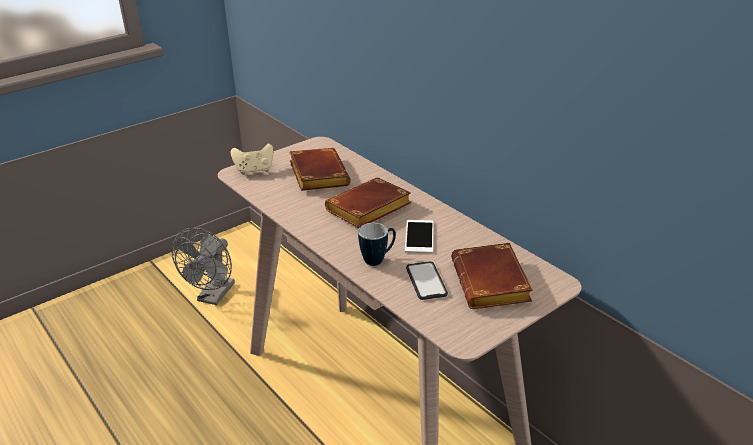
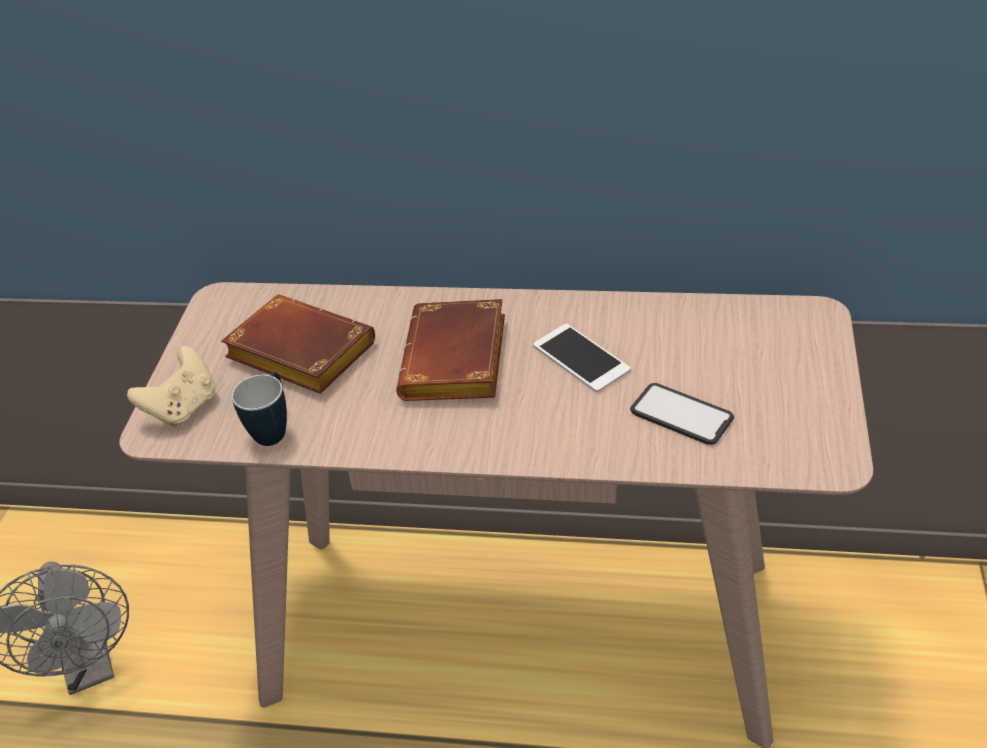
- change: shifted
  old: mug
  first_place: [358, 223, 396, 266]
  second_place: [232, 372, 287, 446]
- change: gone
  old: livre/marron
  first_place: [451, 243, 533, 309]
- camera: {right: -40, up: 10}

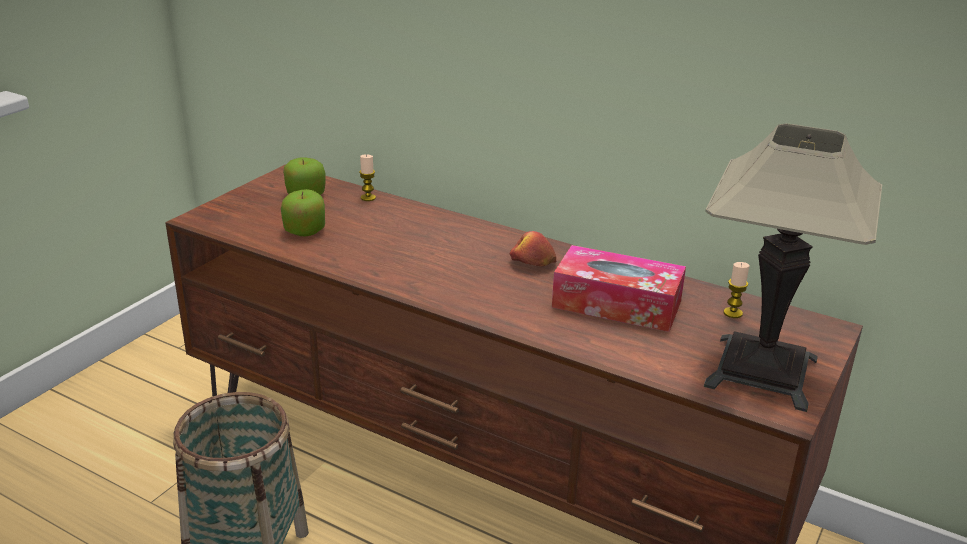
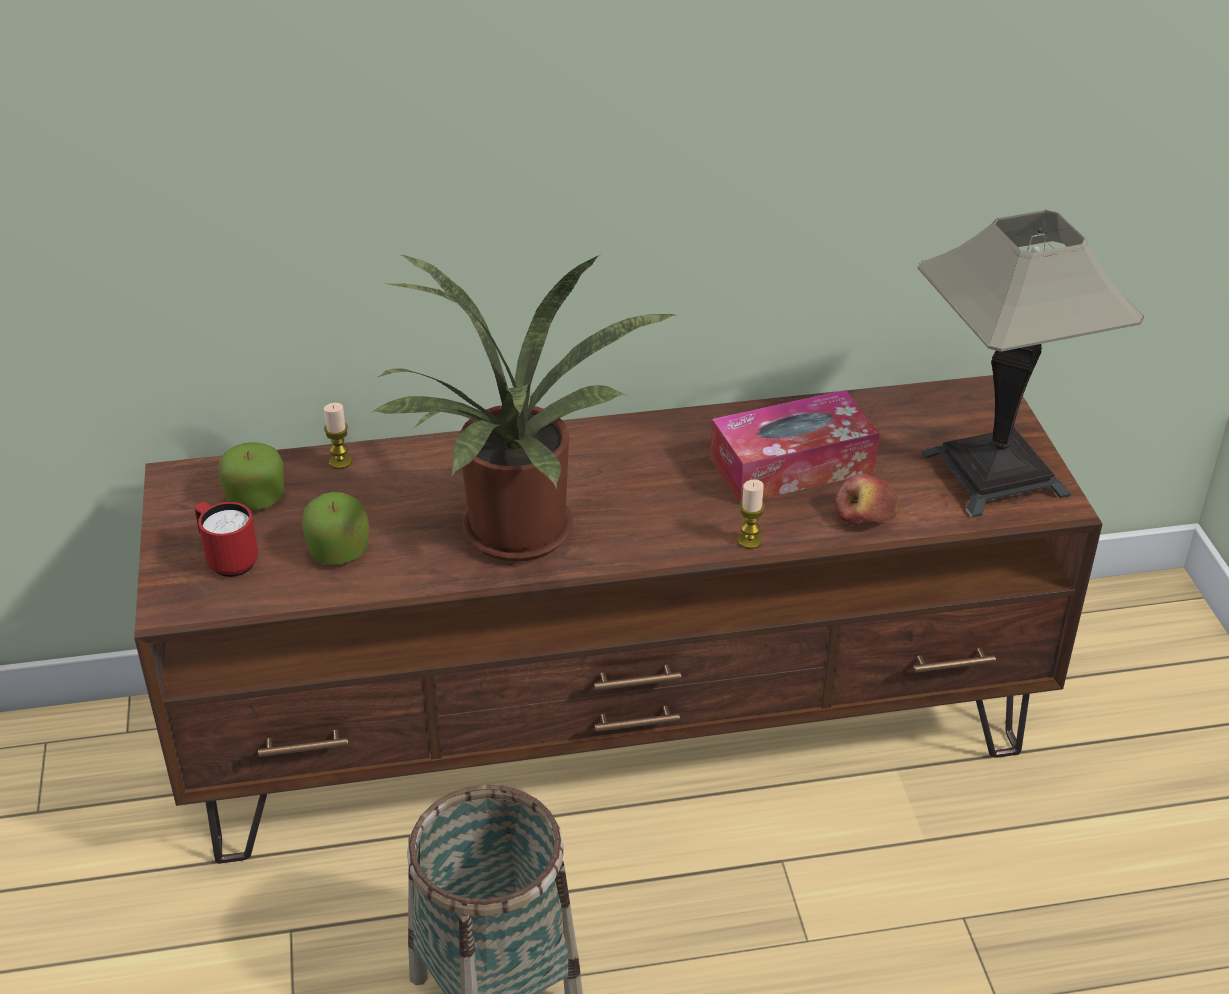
- change: shifted
  old: pomme
  first_place: [510, 231, 556, 266]
  second_place: [835, 474, 899, 525]
- change: shifted
  old: bougie
  first_place: [723, 262, 750, 318]
  second_place: [738, 479, 765, 549]
- change: new
  new: plante en pot
  second_place: [373, 255, 675, 562]
- change: new
  new: mug/rouge
  second_place: [194, 502, 258, 577]
- camera: {right: -40, up: 10}

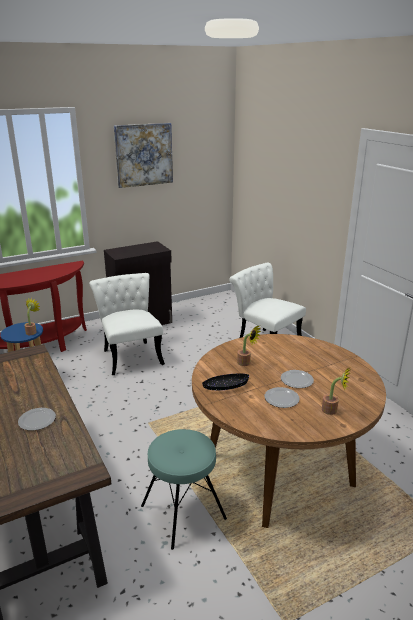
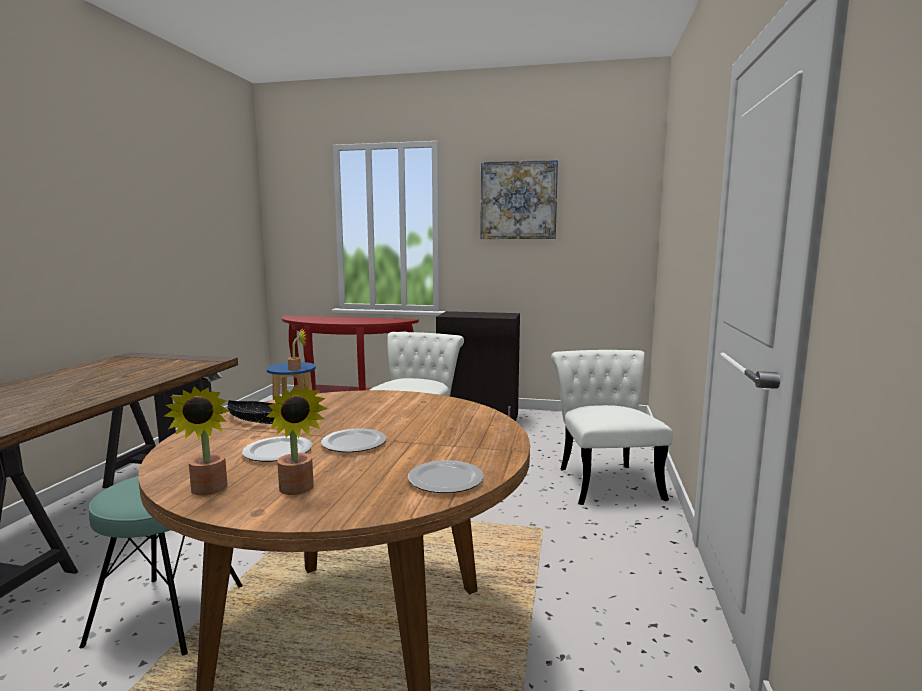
- change: shifted
  old: plante en pot
  first_place: [237, 326, 261, 366]
  second_place: [163, 386, 229, 496]
- change: shifted
  old: assiette
  first_place: [18, 408, 56, 431]
  second_place: [408, 460, 484, 493]
- camera: {right: 40, up: -15}

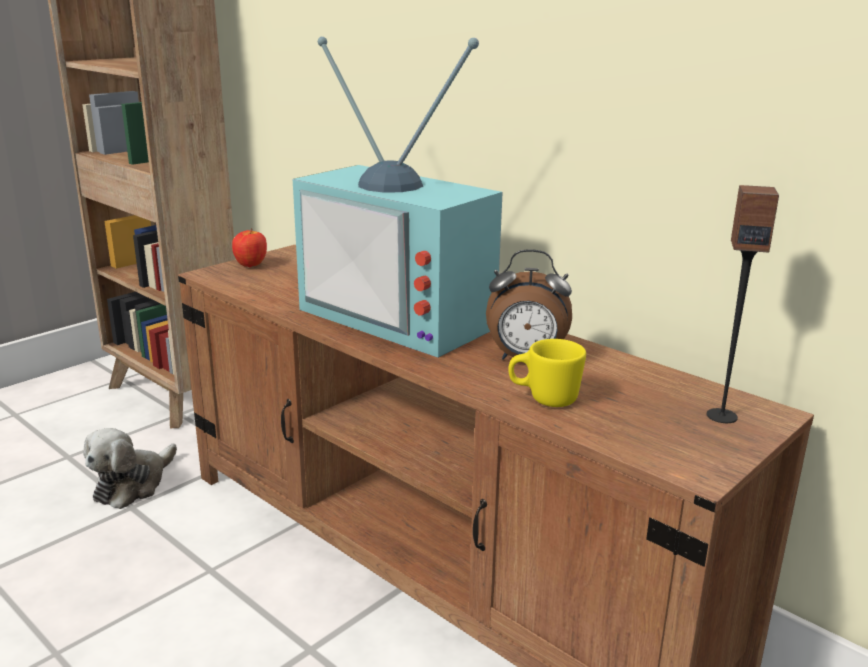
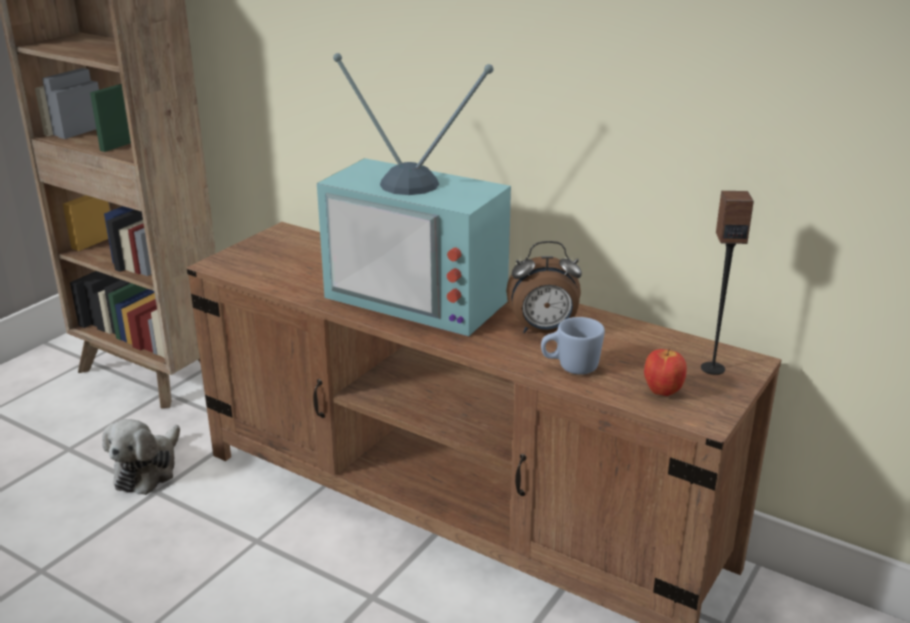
- change: shifted
  old: pomme
  first_place: [232, 229, 267, 267]
  second_place: [644, 349, 687, 396]
- change: repainted
  old: mug/jaune
  new: mug/bleu
  first_place: [508, 339, 586, 407]
  second_place: [541, 317, 605, 375]
- camera: {right: -10, up: 5}

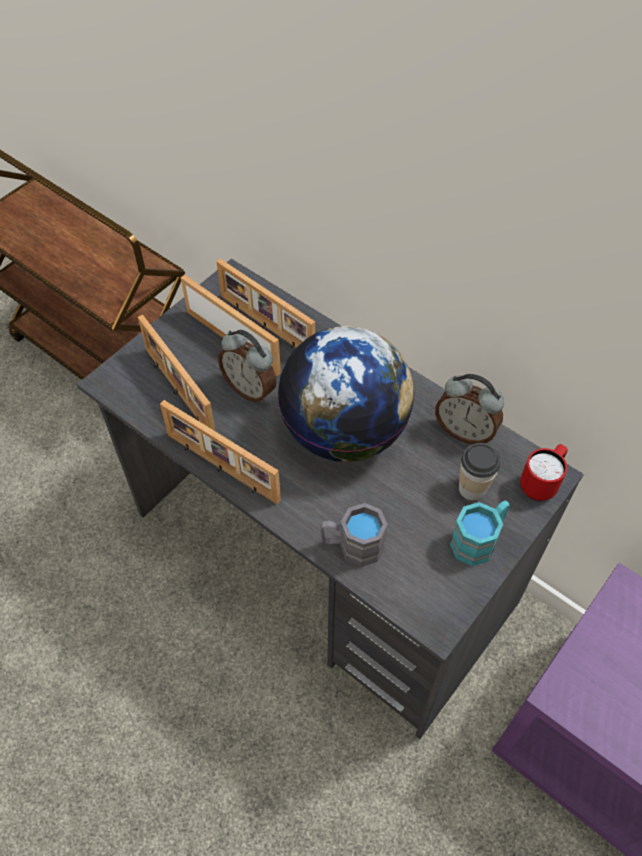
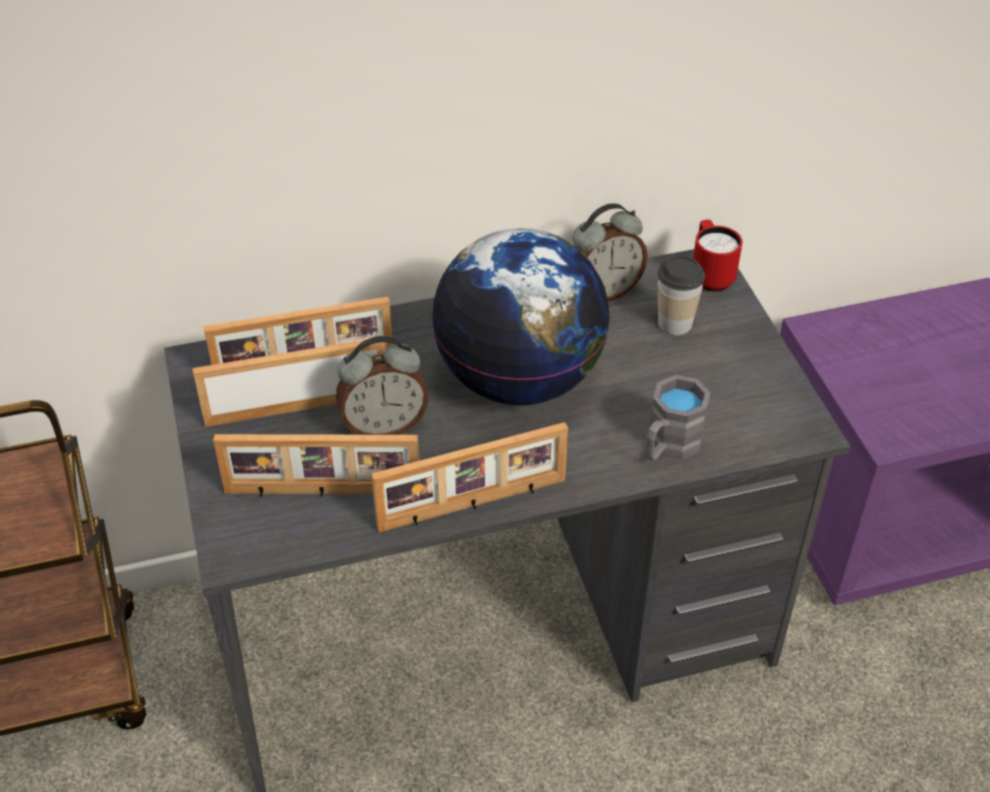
- change: gone
  old: mug/turquoise
  first_place: [450, 500, 510, 566]
- camera: {right: -55, up: -10}

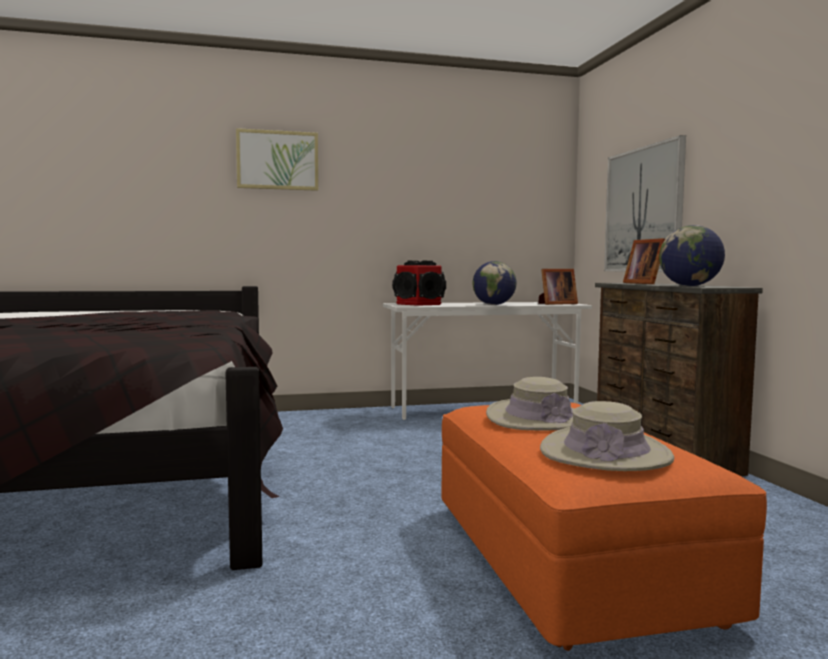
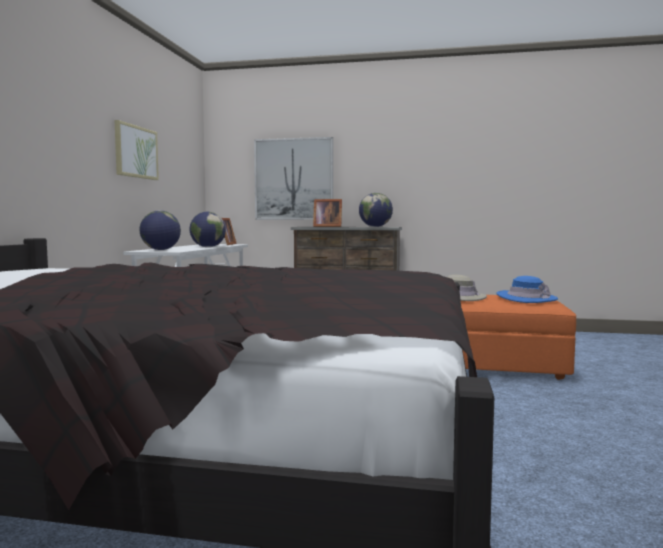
- change: shifted
  old: tableau
  first_place: [236, 128, 318, 191]
  second_place: [115, 120, 159, 180]
- change: swapped
  old: enceinte
  new: globe
  first_place: [392, 261, 446, 306]
  second_place: [139, 210, 181, 250]
- change: repainted
  old: chapeau/beige
  new: chapeau/bleu
  first_place: [540, 401, 674, 471]
  second_place: [497, 276, 558, 303]
- camera: {right: -65, up: 0}

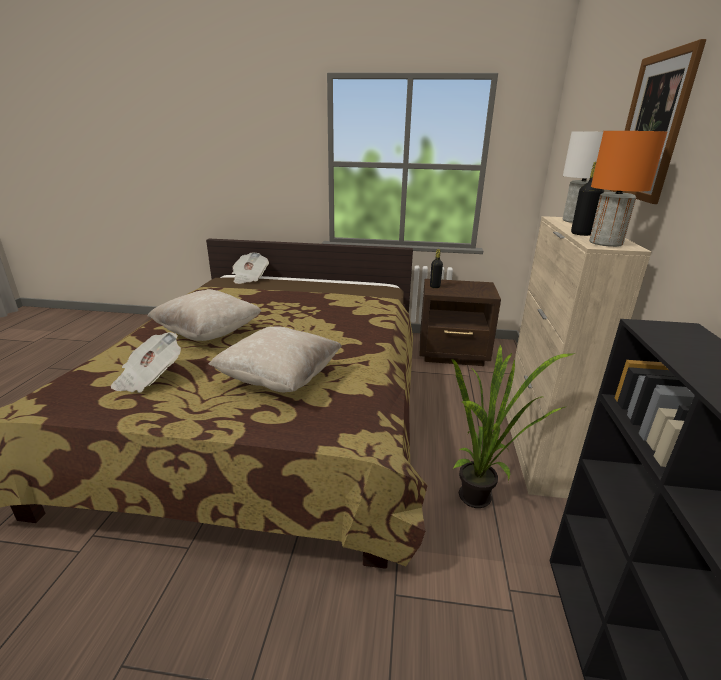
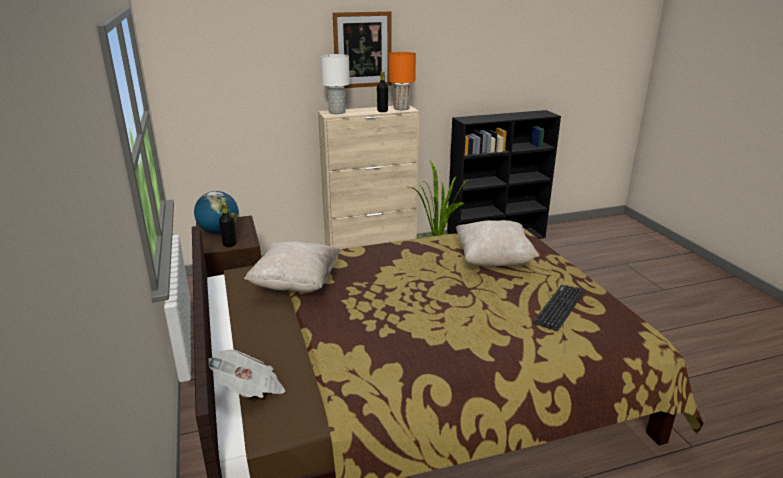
- change: shifted
  old: coussin/beige
  first_place: [148, 289, 261, 341]
  second_place: [244, 241, 341, 292]
- change: swapped
  old: journal
  new: clavier
  first_place: [111, 332, 181, 393]
  second_place: [533, 285, 584, 331]
- change: new
  new: globe
  second_place: [194, 191, 239, 234]
- camera: {right: -115, up: 0}

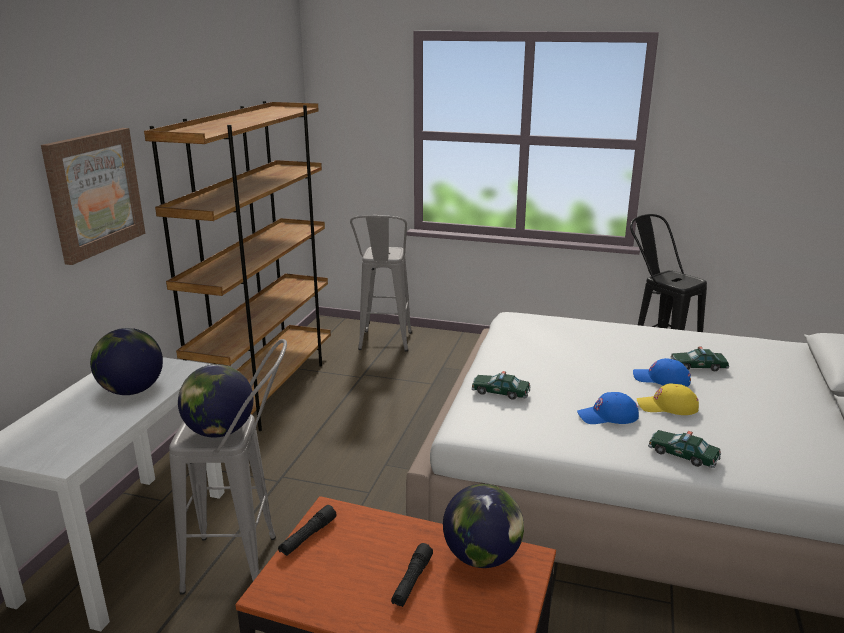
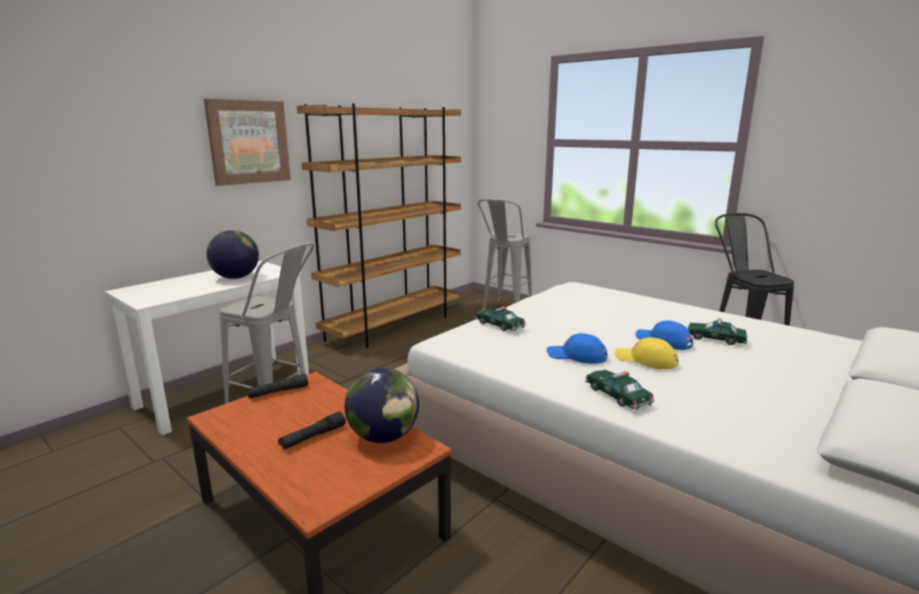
- change: gone
  old: globe
  first_place: [178, 364, 253, 438]
- camera: {right: 25, up: -5}

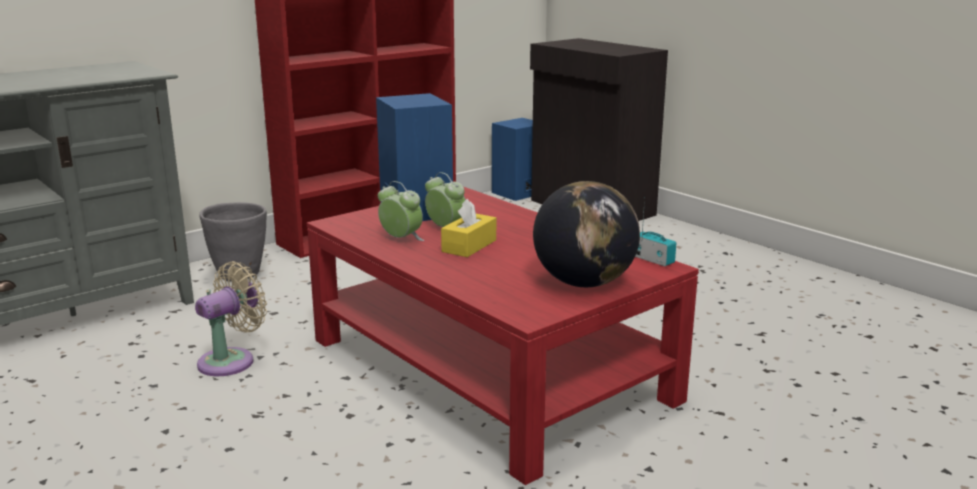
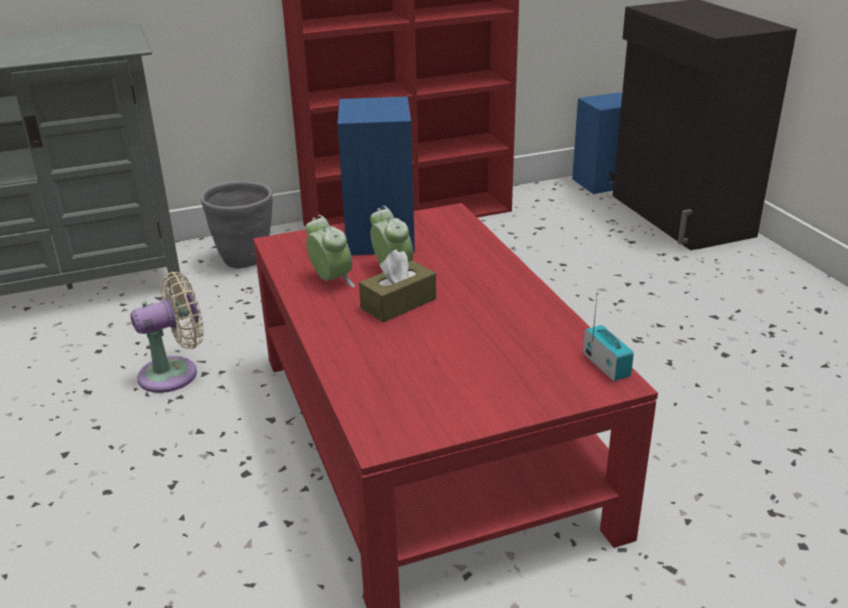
- change: gone
  old: globe
  first_place: [533, 181, 640, 287]
- change: repainted
  old: boîte à mouchoirs/jaune
  new: boîte à mouchoirs/marron
  first_place: [441, 199, 496, 257]
  second_place: [359, 249, 436, 322]
- camera: {right: 20, up: 10}

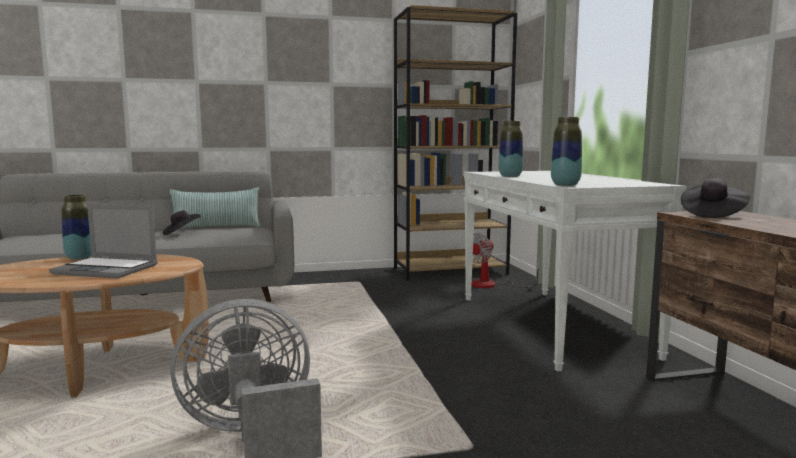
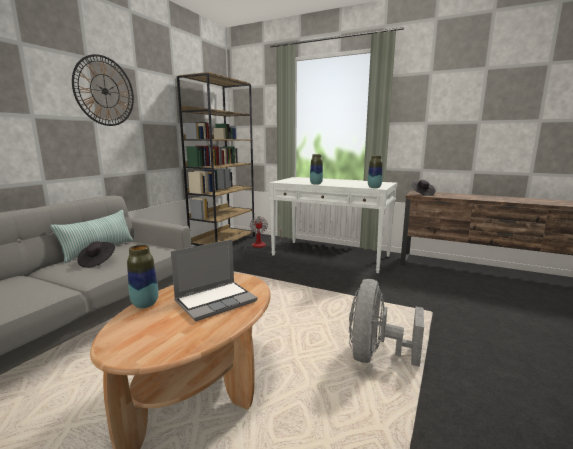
- change: new
  new: horloge murale
  second_place: [72, 54, 134, 126]
- camera: {right: -50, up: 5}

